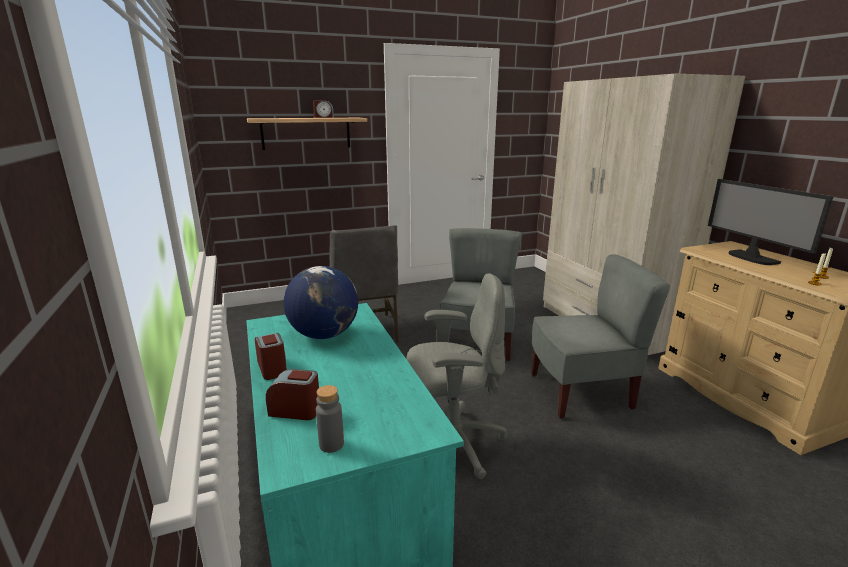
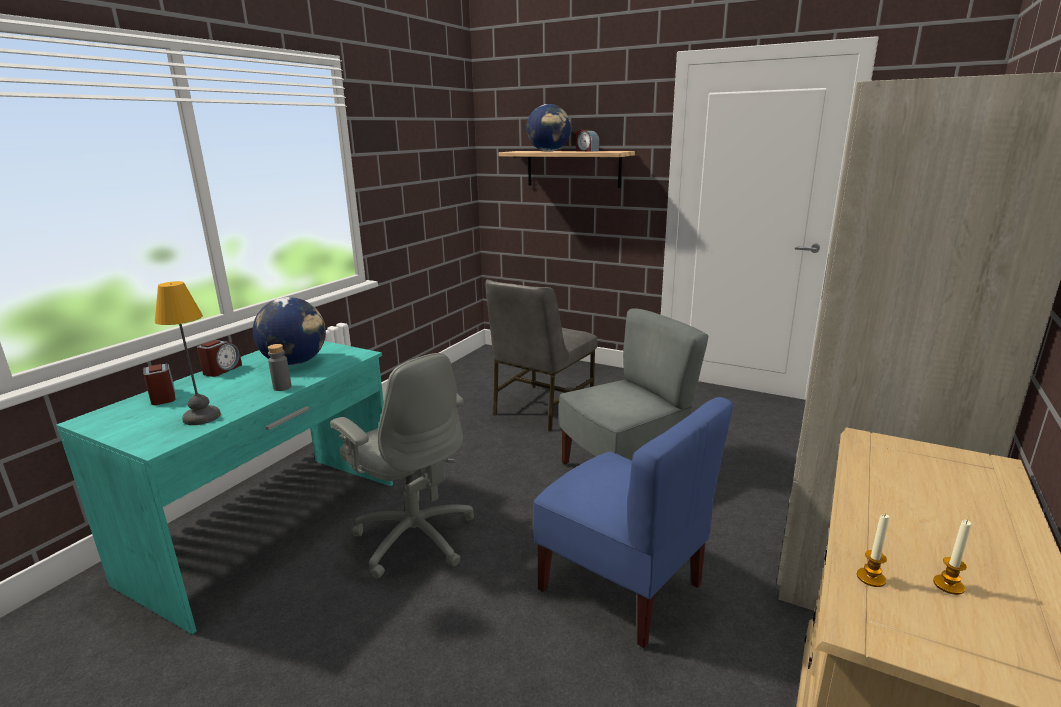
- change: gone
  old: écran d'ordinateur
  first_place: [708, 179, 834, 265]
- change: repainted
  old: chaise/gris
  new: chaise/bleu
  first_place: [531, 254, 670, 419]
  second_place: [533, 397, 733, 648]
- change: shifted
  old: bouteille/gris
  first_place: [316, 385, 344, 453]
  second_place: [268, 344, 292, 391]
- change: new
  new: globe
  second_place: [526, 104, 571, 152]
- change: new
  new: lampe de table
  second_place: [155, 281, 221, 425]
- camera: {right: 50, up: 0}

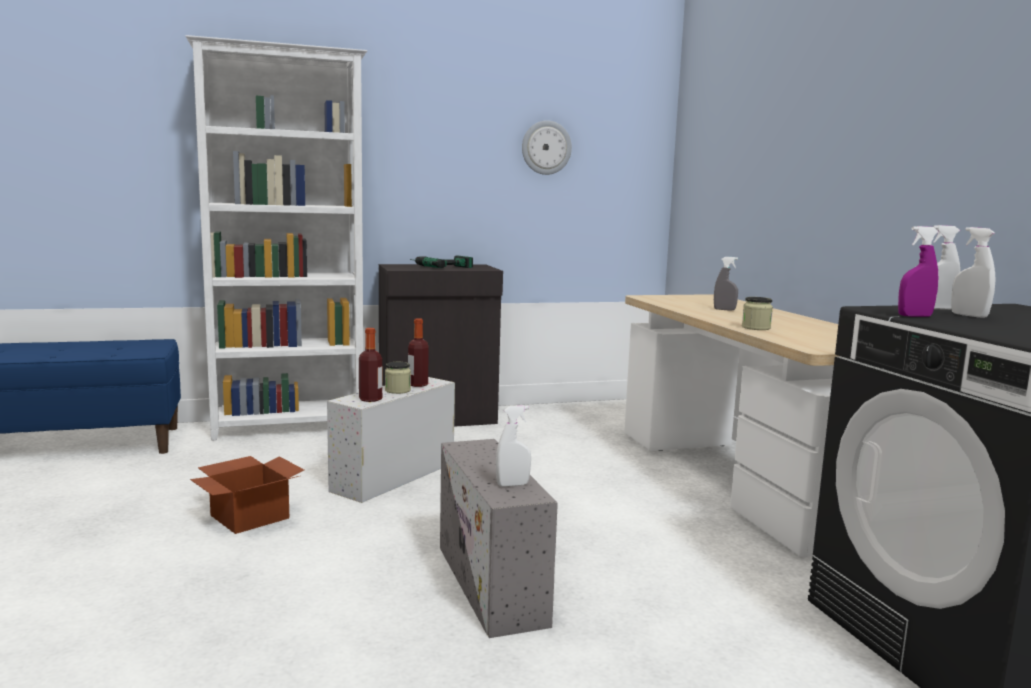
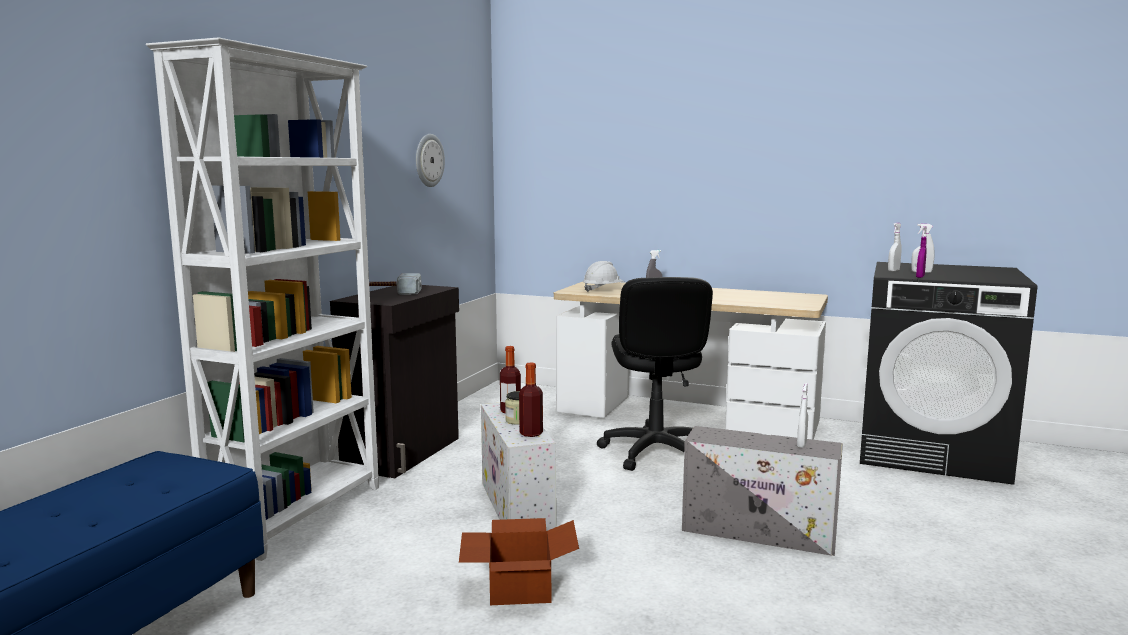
- change: swapped
  old: perceuse
  new: marteau
  first_place: [410, 256, 473, 268]
  second_place: [369, 273, 422, 294]
- change: gone
  old: bocal
  first_place: [742, 297, 773, 330]
- change: new
  new: casque de chantier/blanc
  second_place: [583, 261, 624, 292]
- change: new
  new: chaise de bureau/noir
  second_place: [597, 277, 713, 471]
- camera: {right: -50, up: 0}

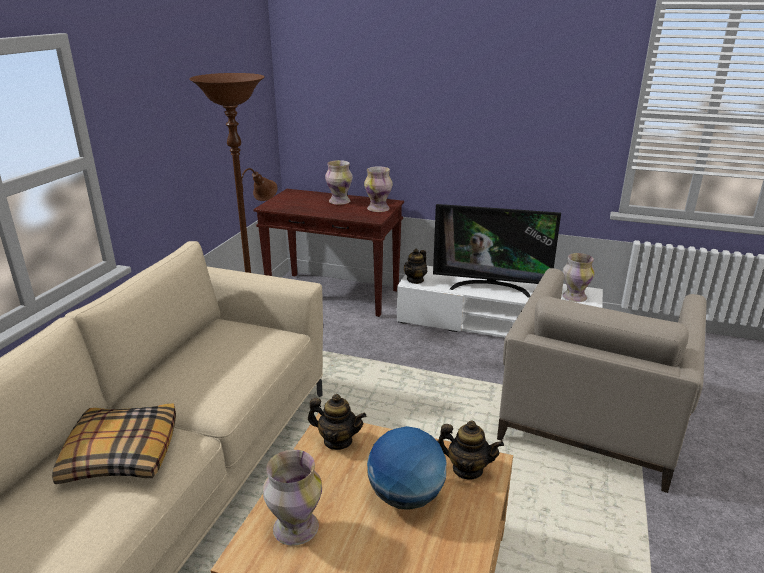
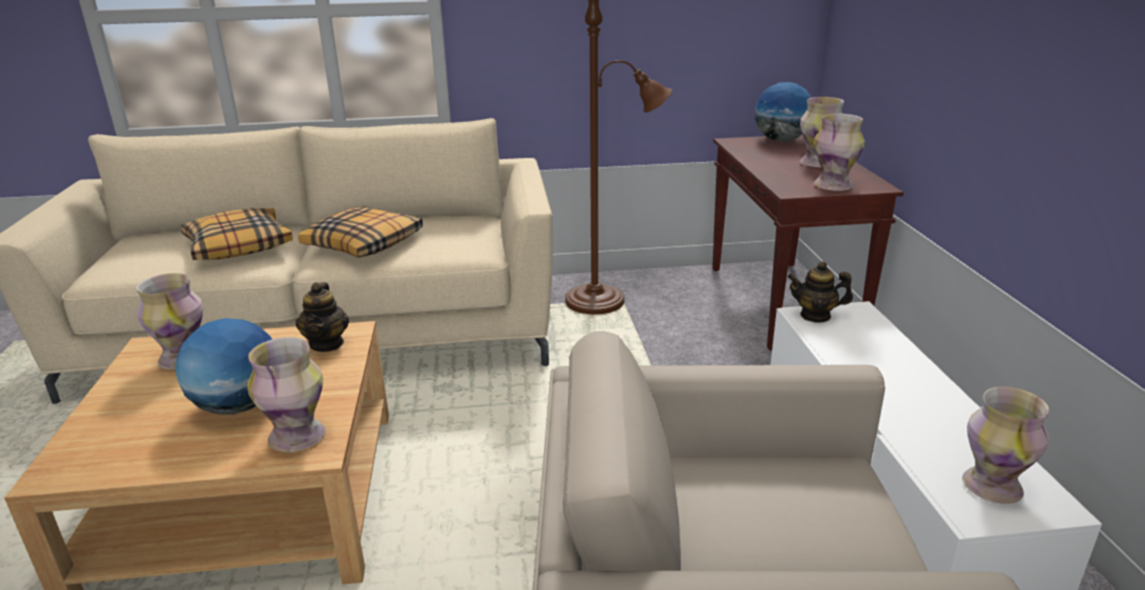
- change: gone
  old: téléviseur
  first_place: [433, 204, 561, 297]
- change: swapped
  old: théière
  new: vase
  first_place: [437, 420, 504, 480]
  second_place: [247, 337, 326, 452]
- change: new
  new: globe
  second_place: [755, 82, 811, 141]
- change: new
  new: coussin
  second_place: [298, 206, 423, 258]
- camera: {right: 65, up: 0}

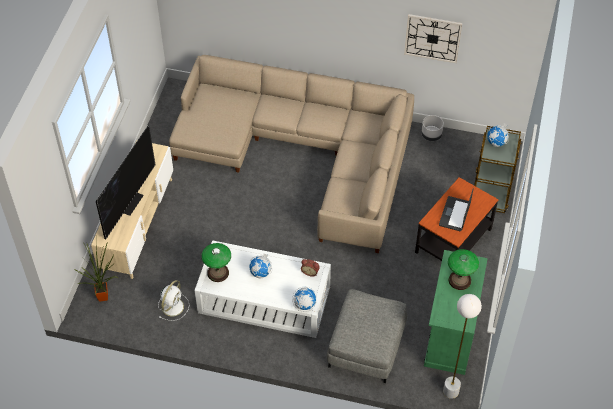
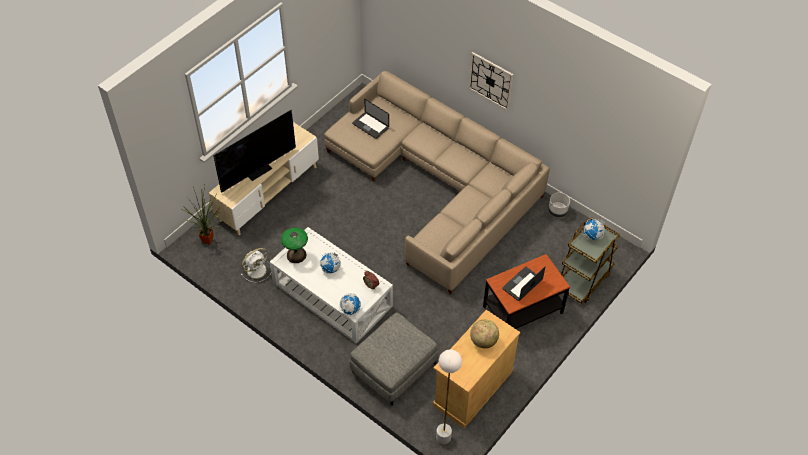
- change: shifted
  old: horloge murale
  first_place: [404, 14, 462, 63]
  second_place: [468, 52, 514, 111]
- change: swapped
  old: lampe de table
  new: globe
  first_place: [448, 249, 479, 290]
  second_place: [470, 319, 499, 348]
- change: repainted
  old: meuble de rangement/vert
  new: meuble de rangement/beige
  first_place: [424, 250, 488, 375]
  second_place: [433, 310, 520, 428]
- change: new
  new: ordinateur portable
  second_place: [352, 99, 389, 139]
- camera: {right: 25, up: 0}

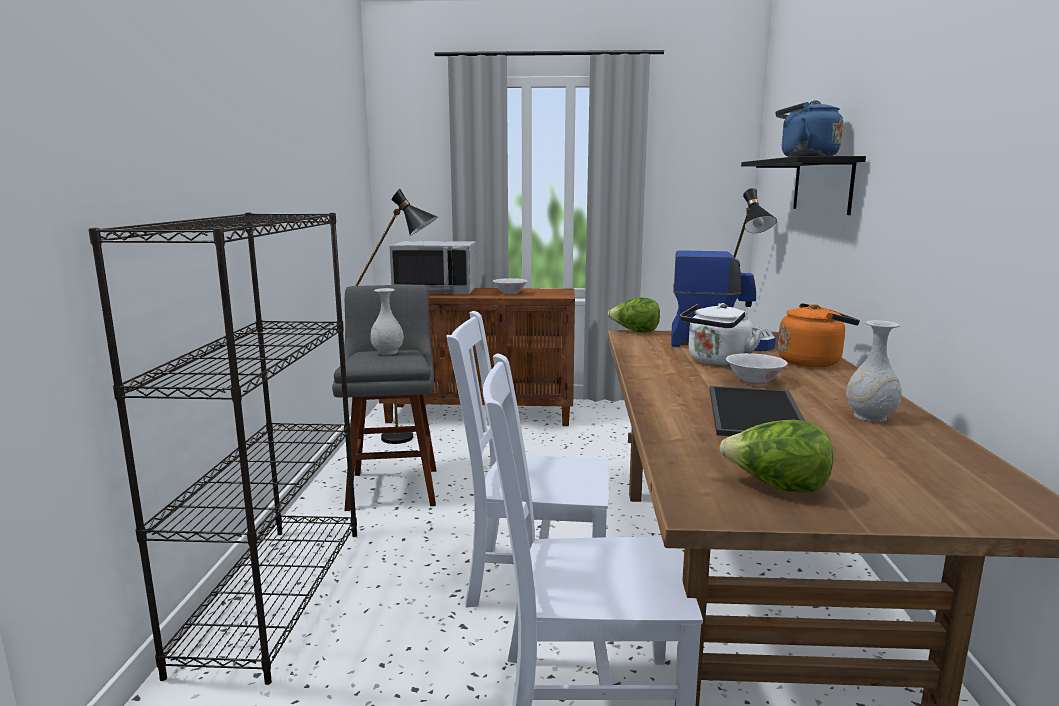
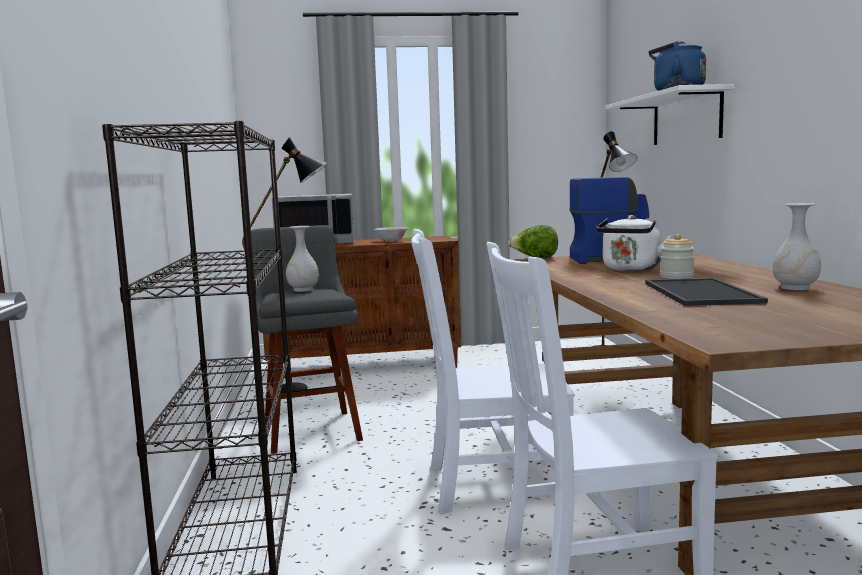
- change: repainted
  old: étagère/noir
  new: étagère/blanc
  first_place: [741, 156, 866, 215]
  second_place: [605, 84, 734, 145]
- change: gone
  old: bouilloire/orange
  first_place: [778, 303, 860, 367]
- change: swapped
  old: bol/blanc
  new: bocal
  first_place: [726, 353, 788, 385]
  second_place: [660, 234, 695, 279]
- change: gone
  old: laitue
  first_place: [719, 419, 834, 492]
- camera: {right: -10, up: -5}

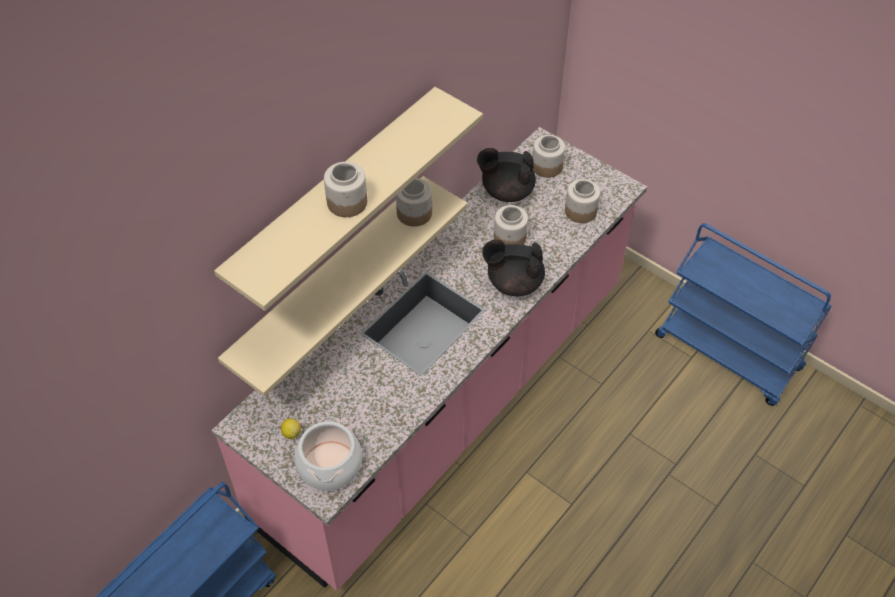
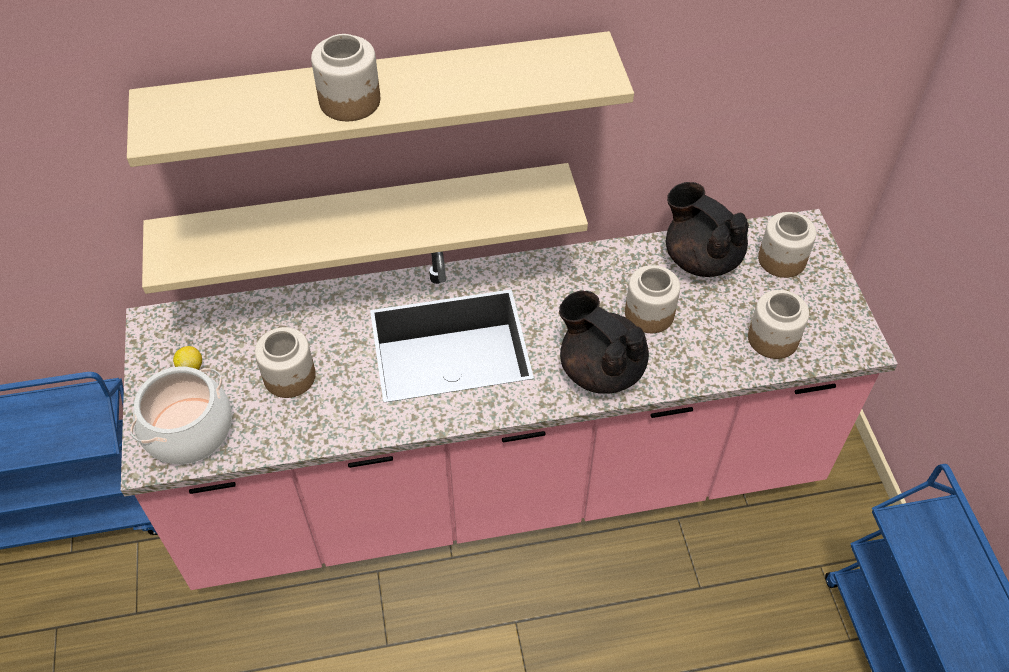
- change: shifted
  old: bocal
  first_place: [396, 178, 432, 227]
  second_place: [255, 327, 316, 398]
- camera: {right: 40, up: 0}

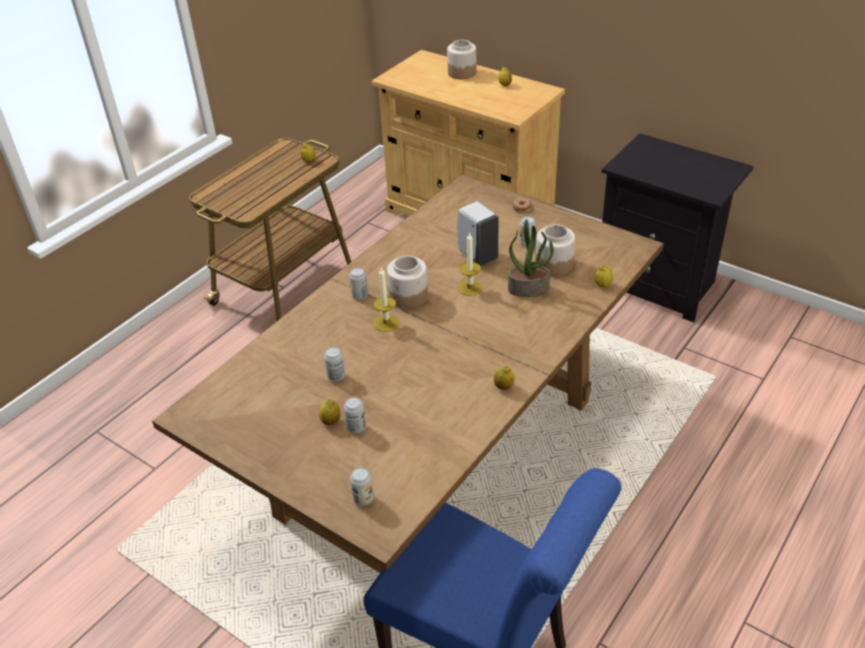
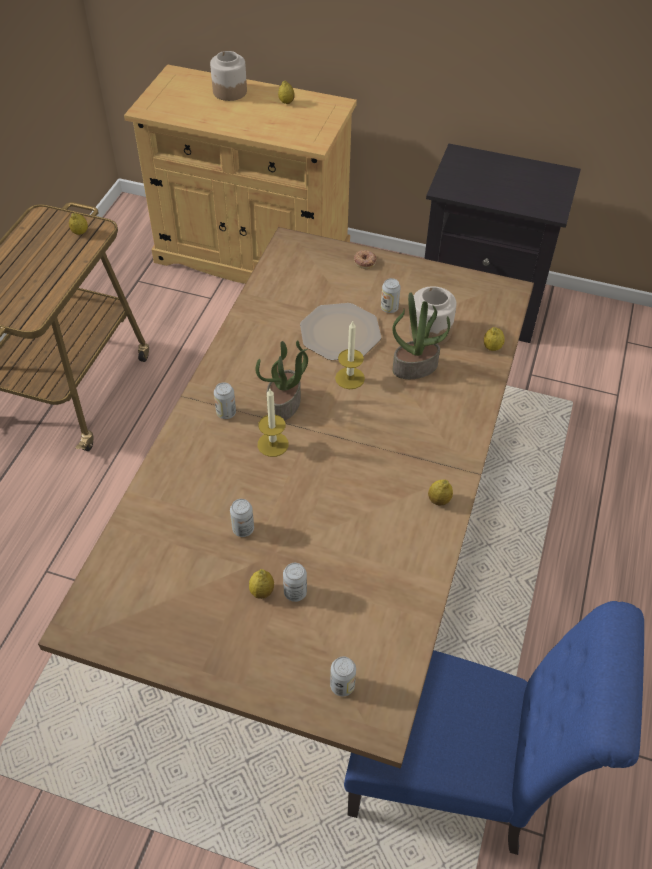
- change: swapped
  old: distributeur de savon/blanc
  new: assiette
  first_place: [457, 201, 499, 266]
  second_place: [300, 303, 381, 360]
- change: swapped
  old: bocal
  new: plante en pot
  first_place: [387, 256, 428, 309]
  second_place: [255, 340, 308, 421]
- camera: {right: -20, up: 10}

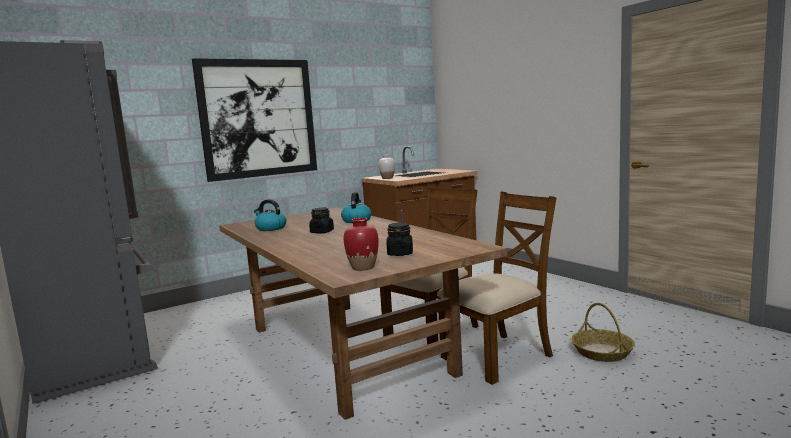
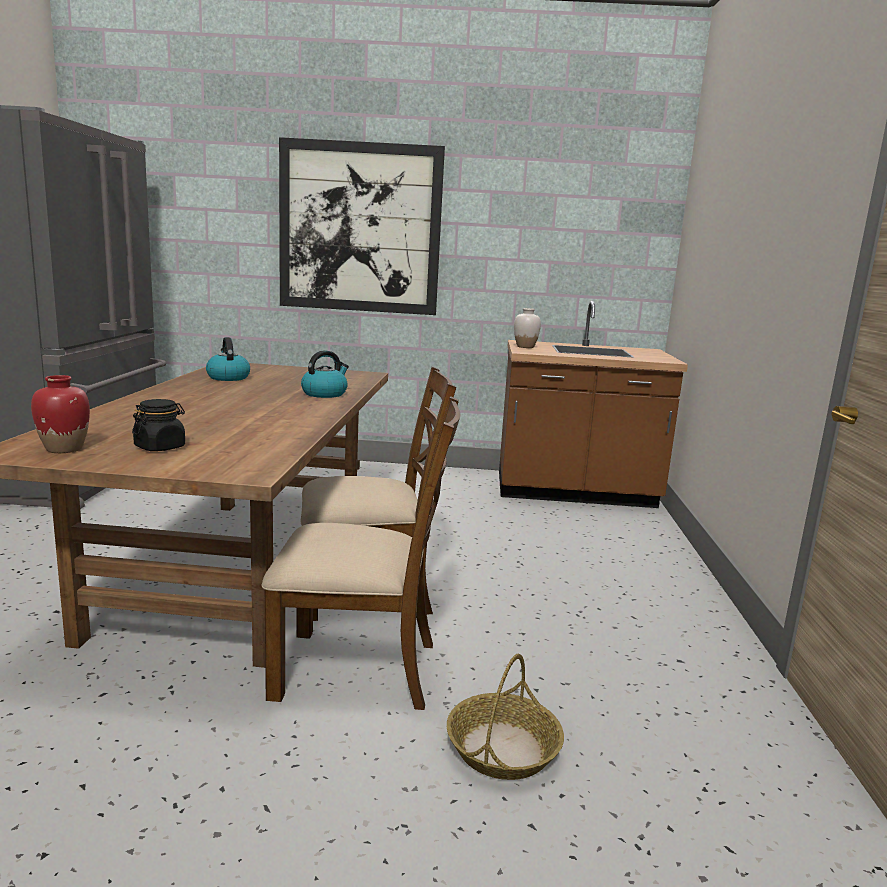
- change: gone
  old: bocal/noir
  first_place: [309, 208, 334, 234]
- camera: {right: 35, up: 5}

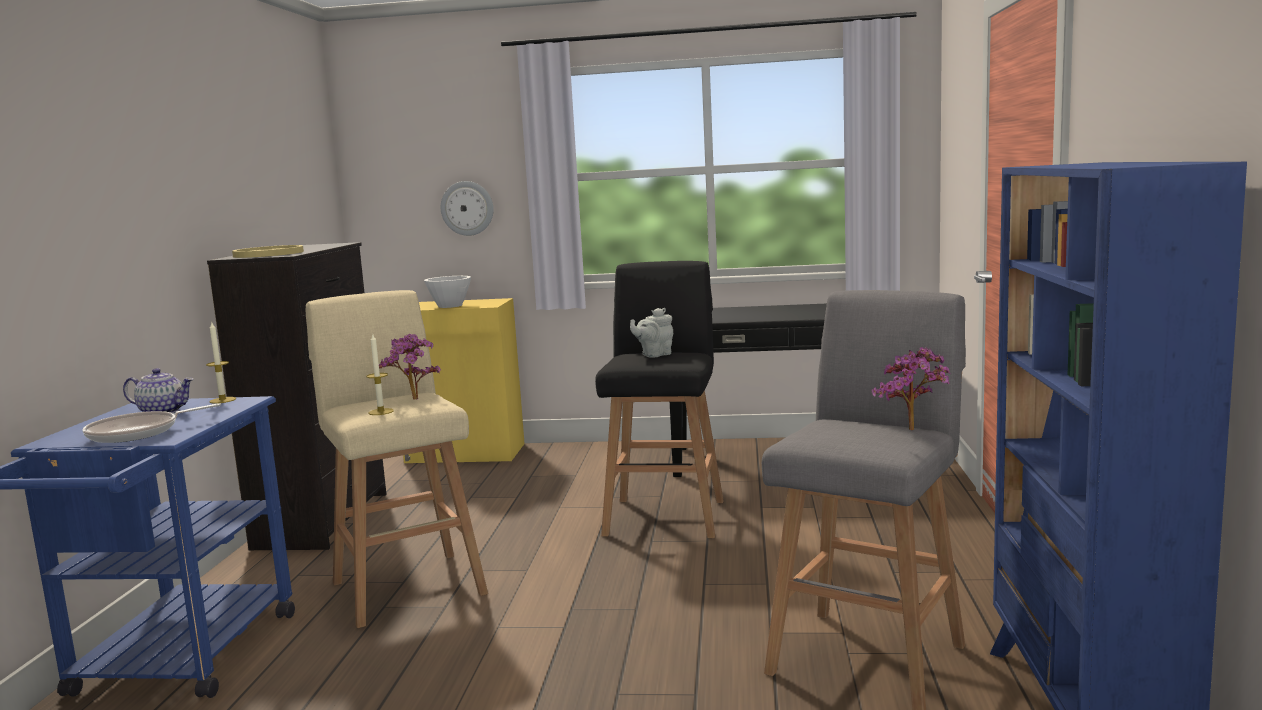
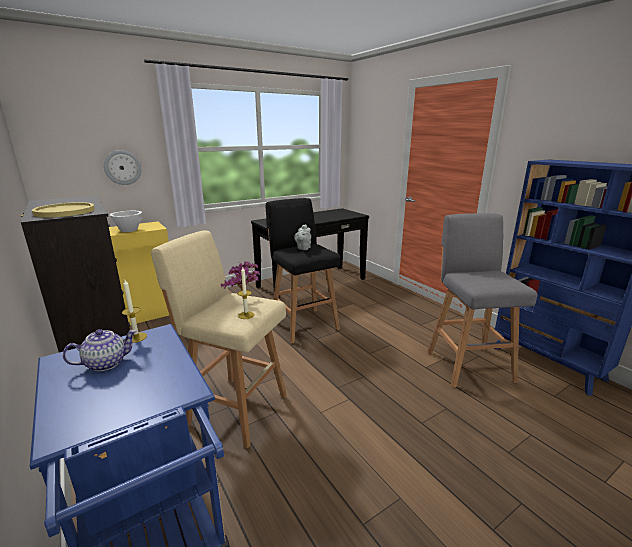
- change: gone
  old: plante en pot
  first_place: [871, 347, 950, 430]
- change: gone
  old: poêle
  first_place: [82, 403, 221, 443]
- camera: {right: -40, up: 10}

